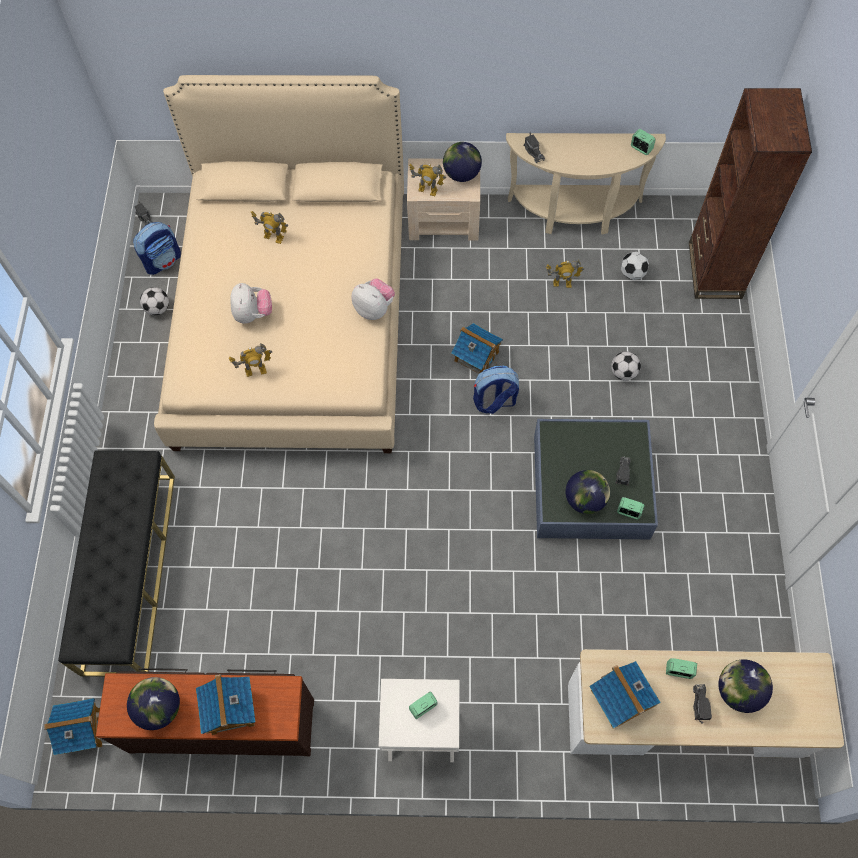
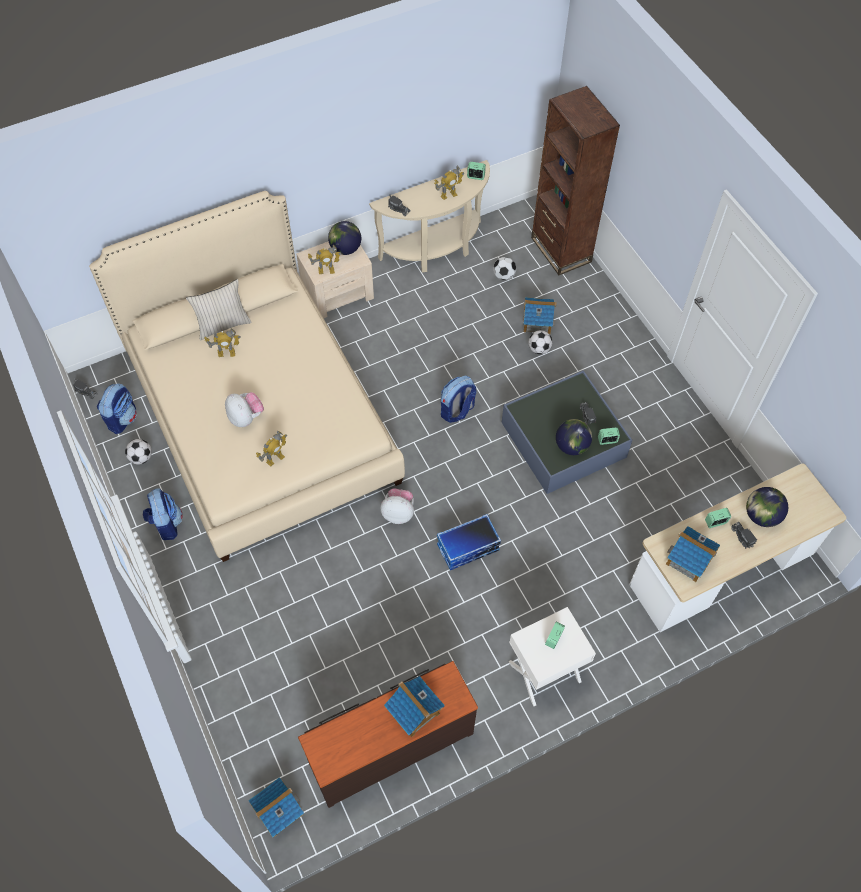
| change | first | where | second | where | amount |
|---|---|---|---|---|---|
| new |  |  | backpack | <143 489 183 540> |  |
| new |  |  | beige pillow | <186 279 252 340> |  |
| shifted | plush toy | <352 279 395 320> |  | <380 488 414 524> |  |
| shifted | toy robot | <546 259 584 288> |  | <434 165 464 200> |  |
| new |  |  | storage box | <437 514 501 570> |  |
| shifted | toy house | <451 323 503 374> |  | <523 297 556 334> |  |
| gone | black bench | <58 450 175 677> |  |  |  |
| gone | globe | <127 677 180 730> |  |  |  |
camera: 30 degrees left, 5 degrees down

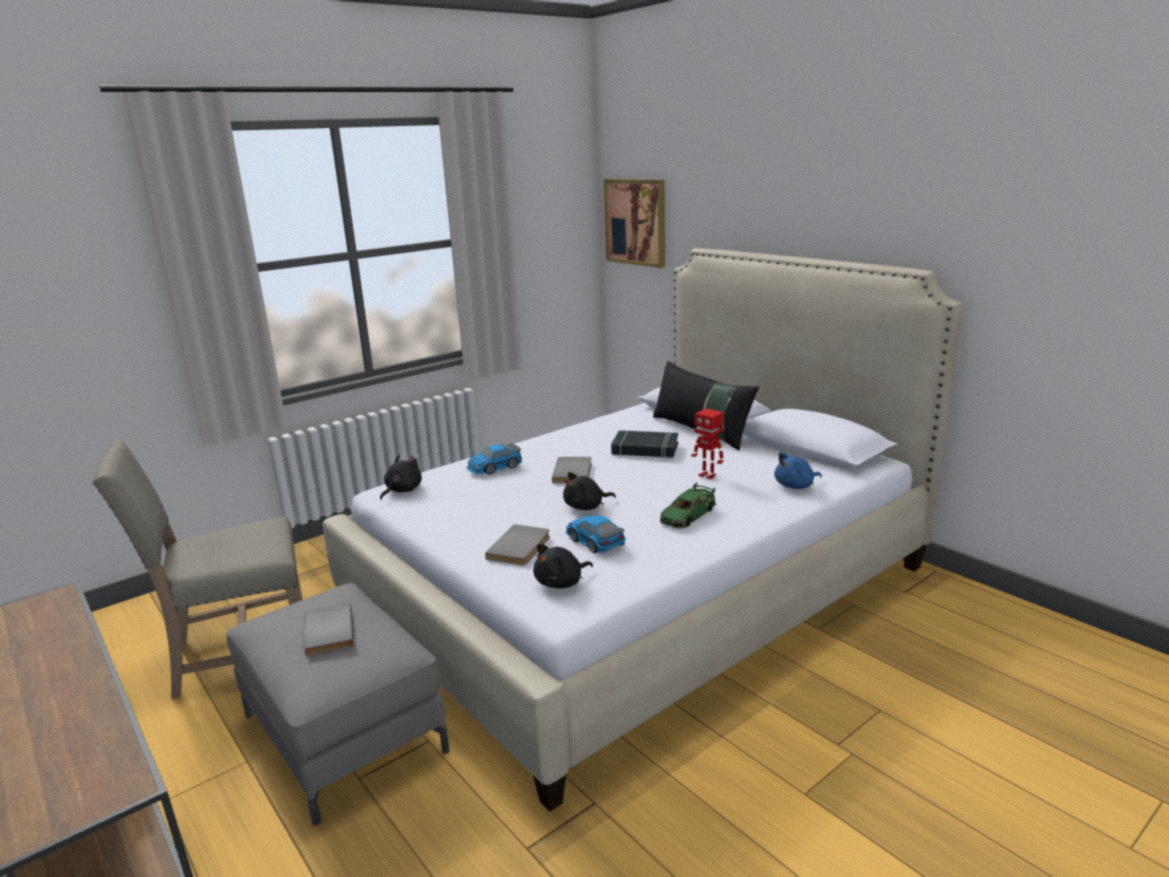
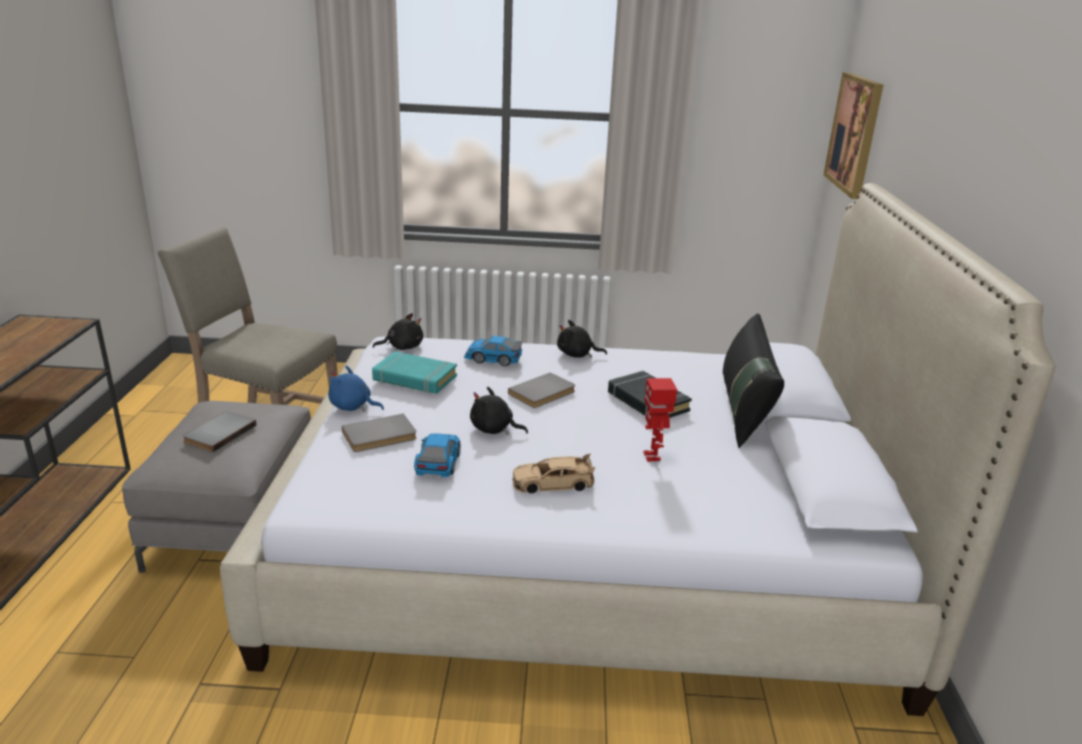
| change | first | where | second | where | amount |
|---|---|---|---|---|---|
| shifted | blue plush toy | <774 452 822 489> |  | <328 365 384 412> |  |
| new |  |  | turquoise book | <372 351 457 394> |  |
| repainted | green toy car | <660 482 716 529> | beige toy car | <512 454 596 493> |  |
| shifted | black plush toy | <533 543 593 588> |  | <557 320 607 358> |  |
camera: 40 degrees right, 5 degrees up

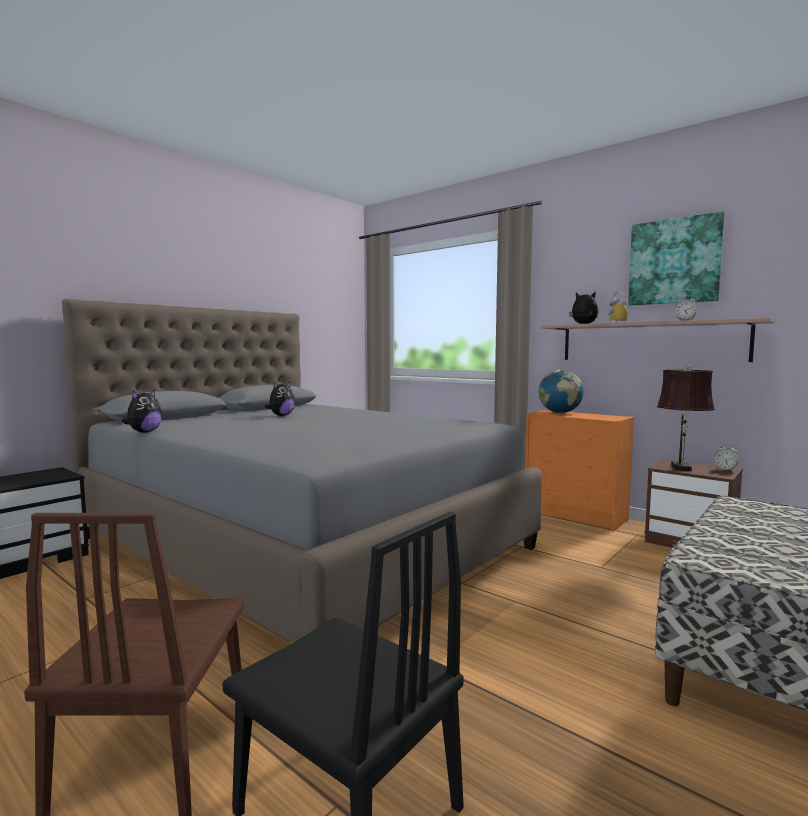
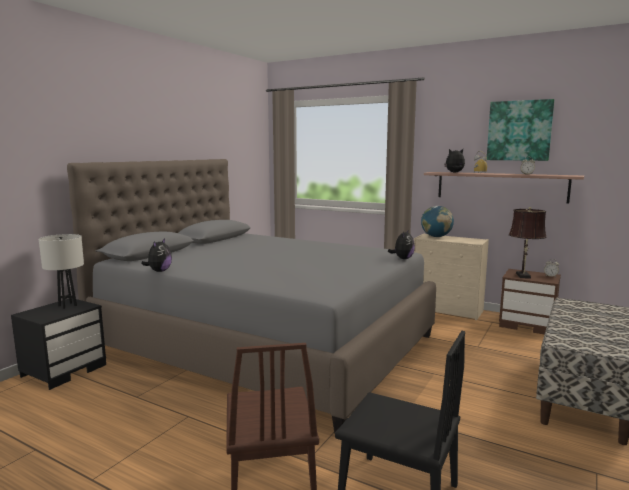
| change | first | where | second | where | amount |
|---|---|---|---|---|---|
| new |  |  | white table lamp | <39 234 84 309> |  |
| shifted | plush toy | <265 382 295 416> |  | <388 229 415 259> |  |
| repainted | orange dresser | <525 410 634 531> | beige dresser | <414 234 489 320> |  |
camera: 10 degrees left, 5 degrees up

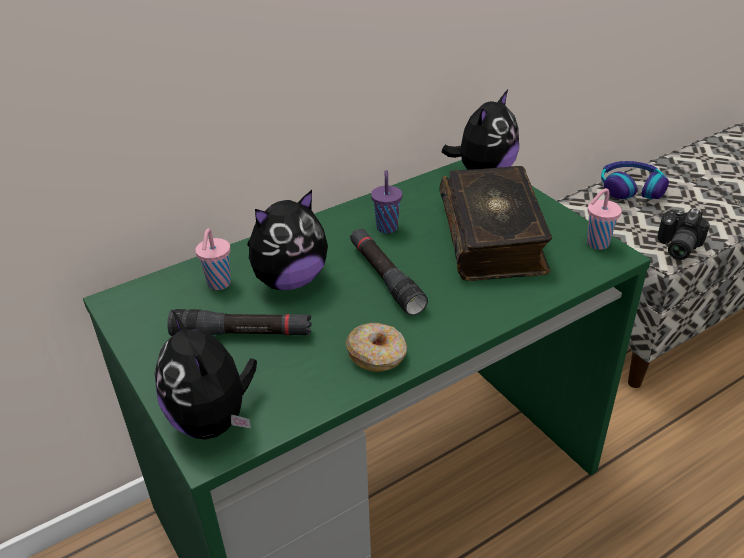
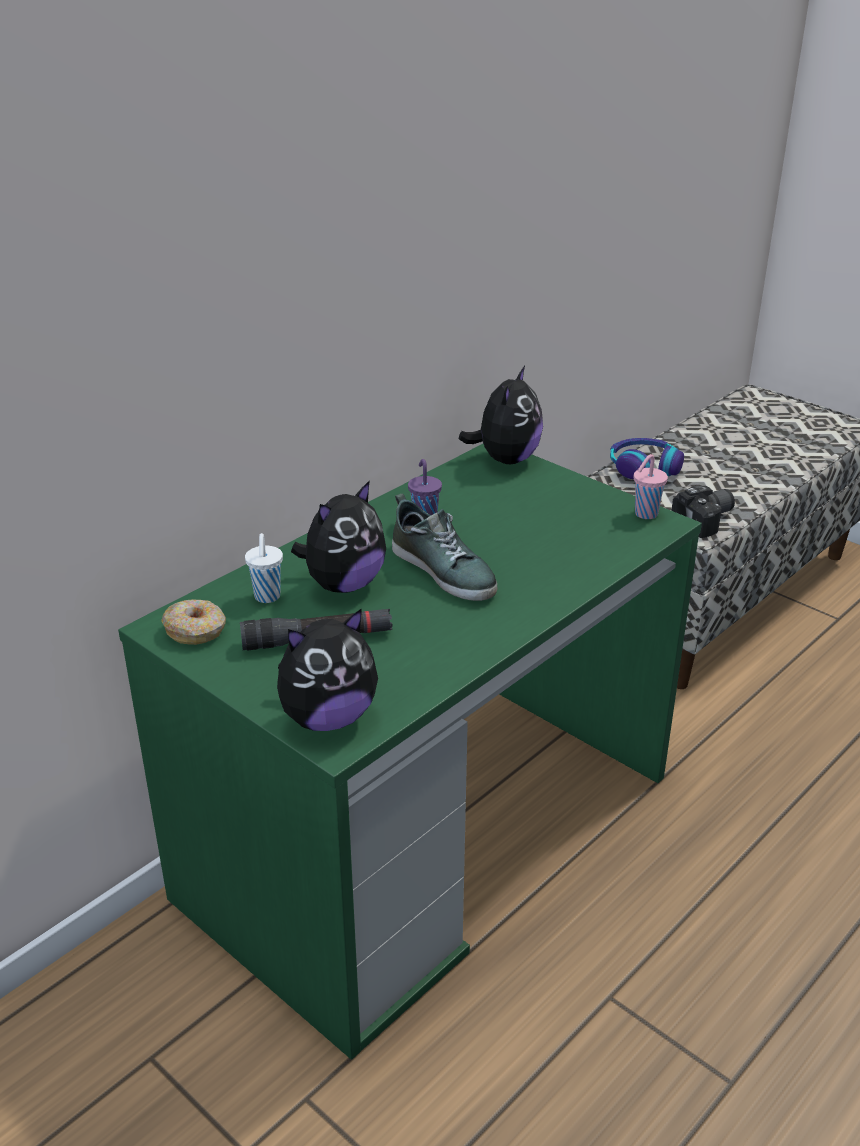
| change | first | where | second | where | amount |
|---|---|---|---|---|---|
| shifted | donut | <345 323 407 372> |  | <161 599 226 645> |  |
| repainted | pink cup | <195 228 231 290> | white cup | <245 533 283 603> |  |
| rotated | plush toy | <155 310 257 439> |  | <277 608 378 731> | 75 degrees counterclockwise |
| swapped | black flashlight | <350 229 428 315> | shoe | <392 494 497 601> |  |
| rotated | photo camera | <657 209 710 260> |  | <671 486 735 538> | 135 degrees counterclockwise |
| gone | book | <440 166 552 281> |  |  |  |
camera: 15 degrees left, 5 degrees down

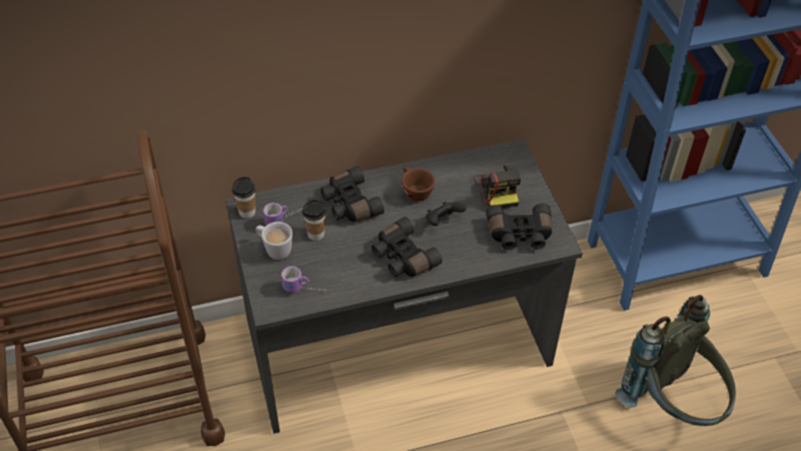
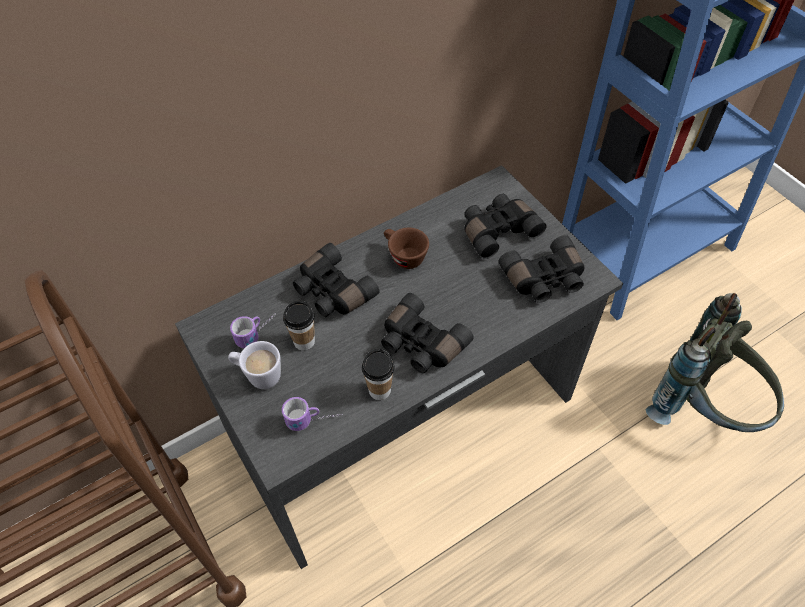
| change | first | where | second | where | amount |
|---|---|---|---|---|---|
| shifted | cup | <232 177 256 218> |  | <362 349 394 400> |  |
| swapped | photo camera | <474 163 521 209> | black binoculars | <464 194 547 259> |  |
| gone | black game controller | <426 202 466 226> |  |  |  |
camera: 15 degrees left, 5 degrees up

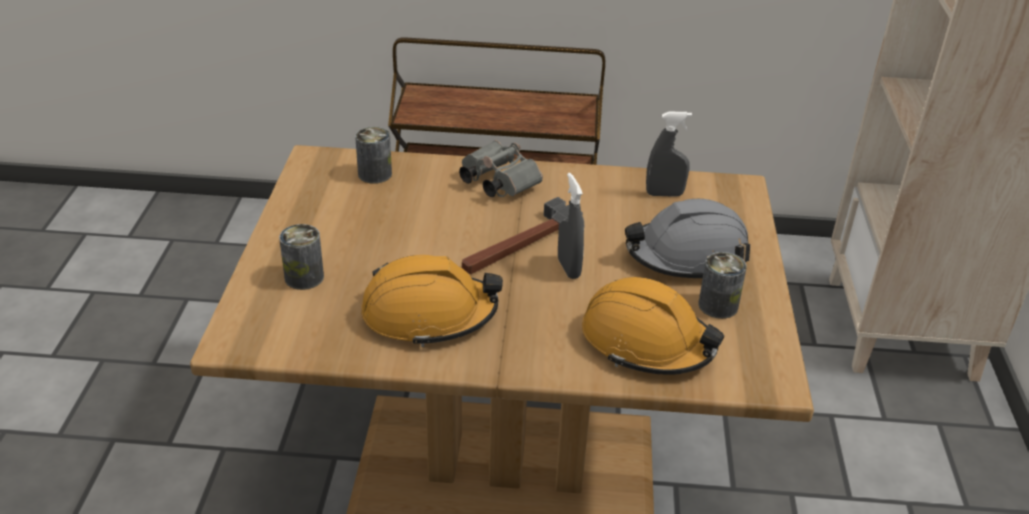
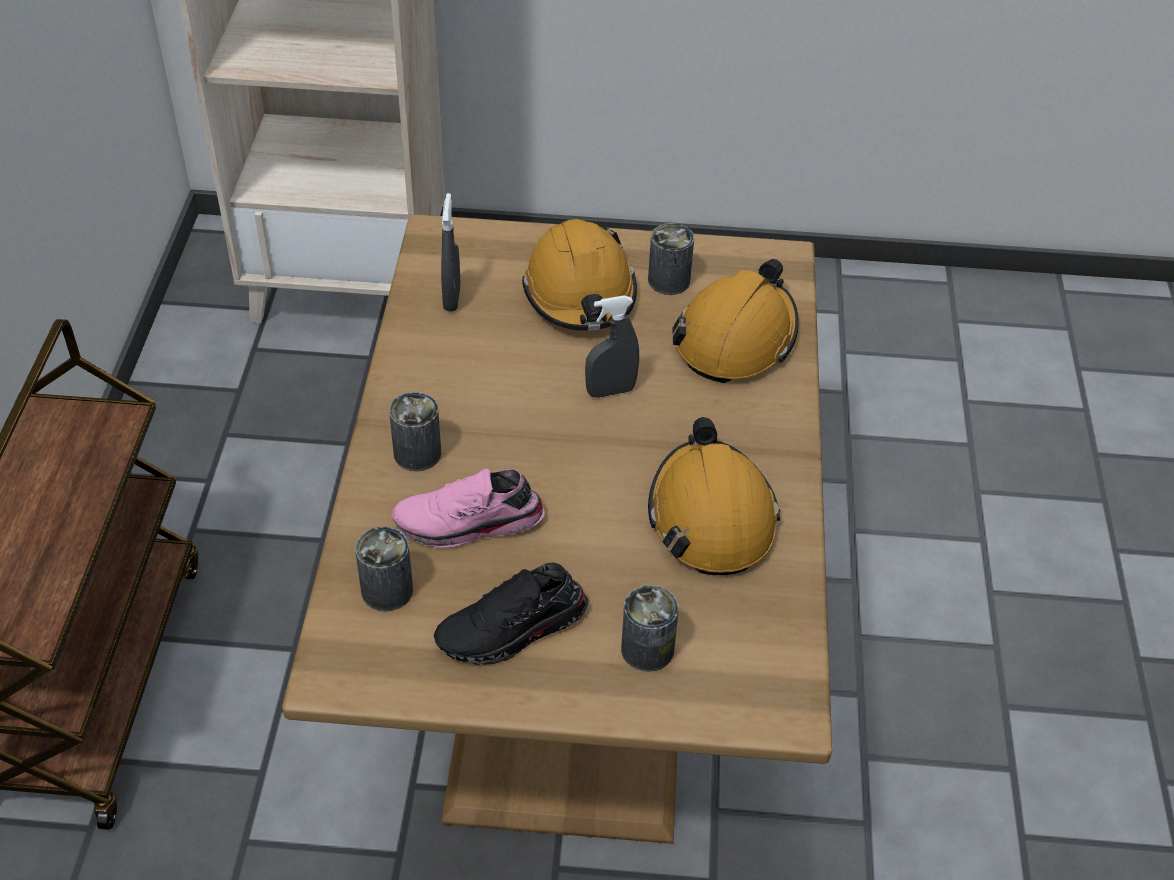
| change | first | where | second | where | amount |
|---|---|---|---|---|---|
| swapped | grey binoculars | <459 140 543 197> | can | <389 392 441 471> |  |
| new |  |  | pink shoe | <392 469 545 548> |  |
| new |  |  | black shoe | <434 563 588 665> |  |
| repainted | grey hard hat | <625 199 750 278> | orange hard hat | <522 219 637 331> |  |
| gone | hammer | <462 197 584 274> |  |  |  |
camera: 90 degrees left, 10 degrees up

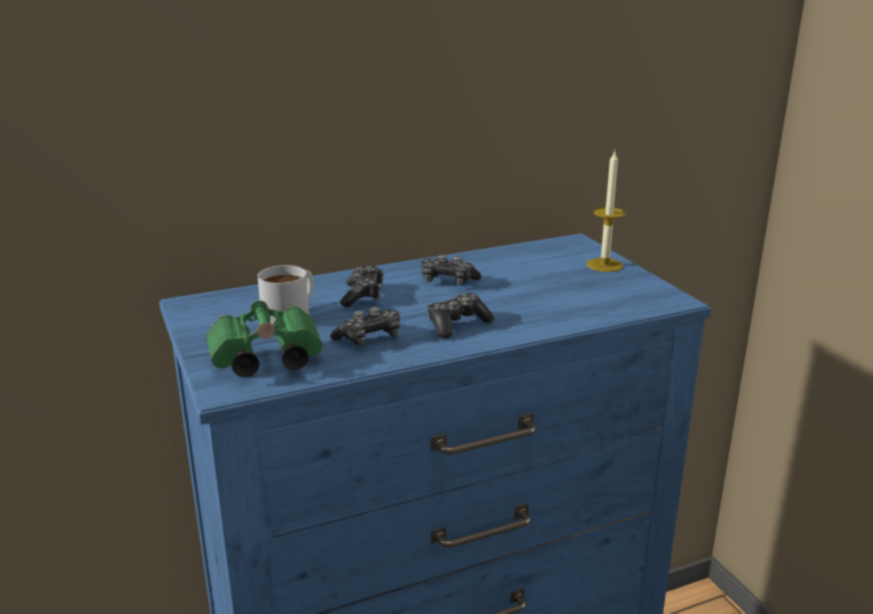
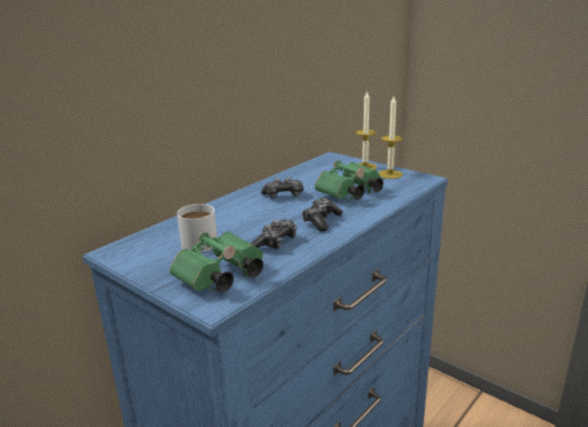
| change | first | where | second | where | amount |
|---|---|---|---|---|---|
| new |  |  | green binoculars | <315 160 383 201> |  |
| new |  |  | candle | <379 96 403 179> |  |
| gone | game controller | <340 265 384 307> |  |  |  |
camera: 25 degrees left, 0 degrees up

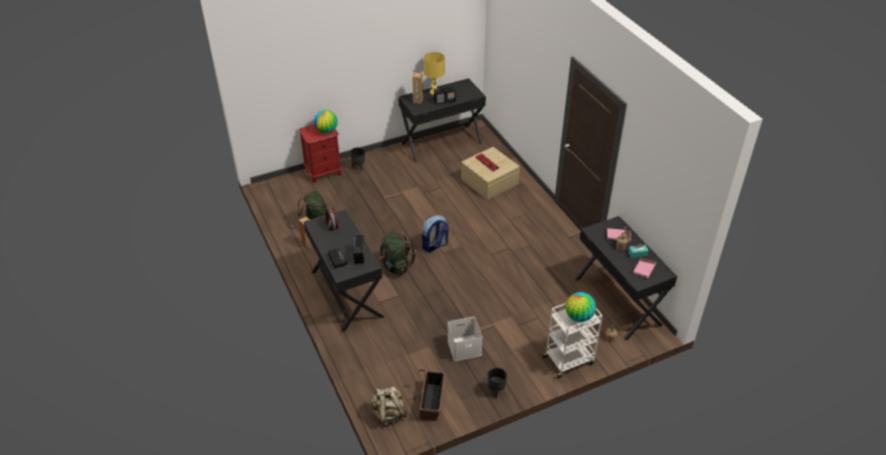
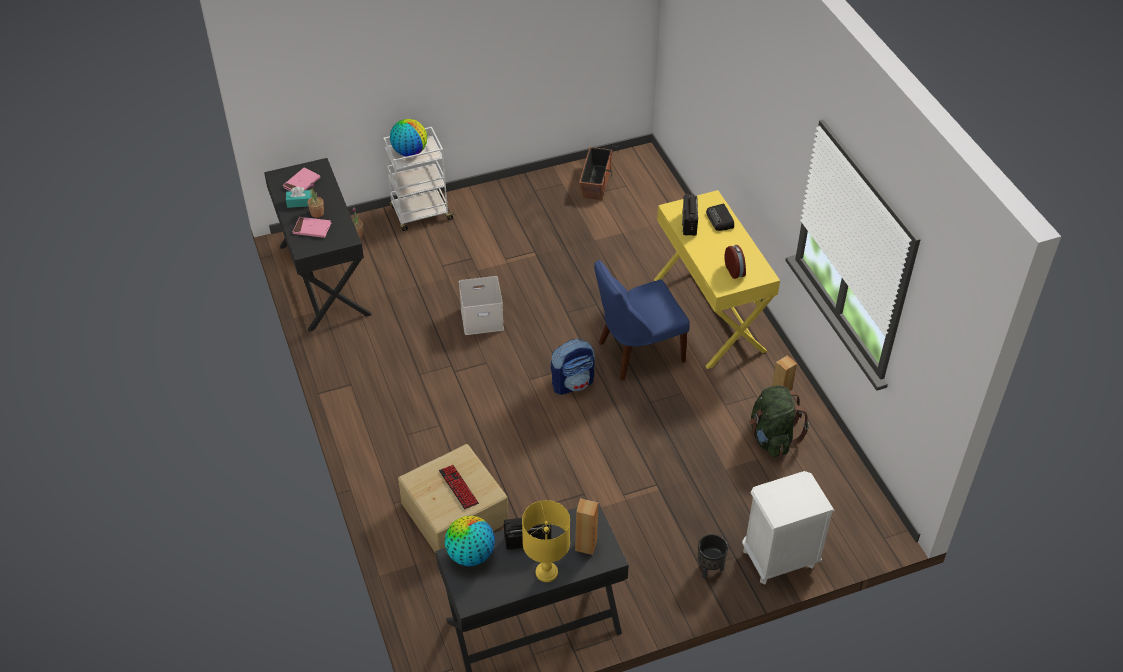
| change | first | where | second | where | amount |
|---|---|---|---|---|---|
| shifted | globe | <314 110 338 133> |  | <445 516 495 566> |  |
| shifted | white storage box | <448 317 482 361> |  | <459 276 504 335> |  |
| swapped | green backpack | <380 232 416 276> | blue chair | <594 260 690 381> |  |
| repainted | black desk | <304 209 384 332> | yellow desk | <654 190 780 369> |  |
| repainted | red nightstand | <299 125 342 183> | white nightstand | <742 471 835 584> |  |
| gone | beige backpack | <370 386 408 426> |  |  |  |
| gone | black planter | <488 368 507 398> |  |  |  |
camera: 175 degrees left, 5 degrees up

